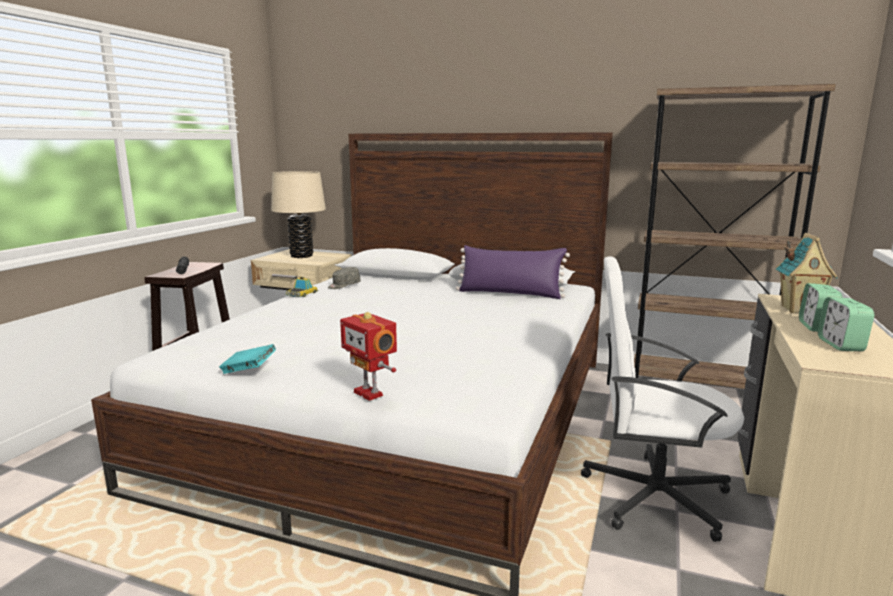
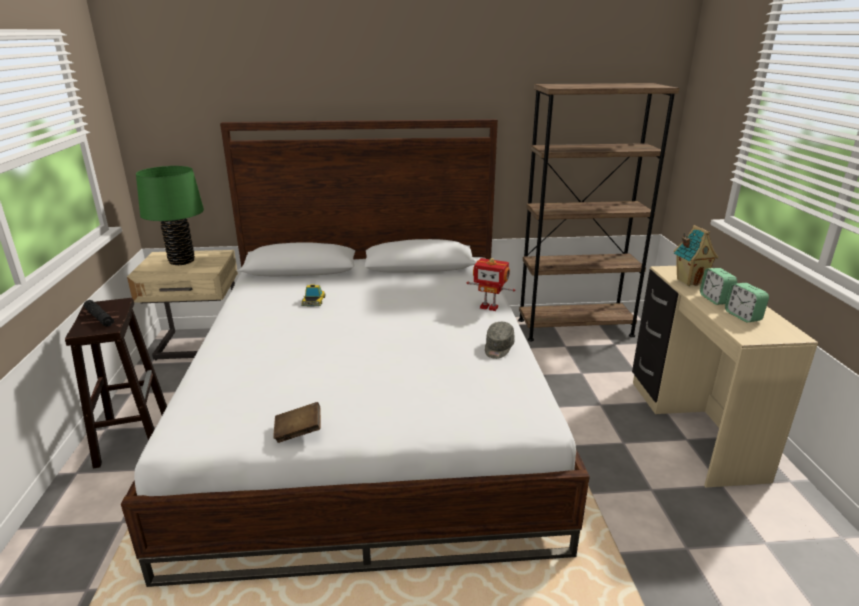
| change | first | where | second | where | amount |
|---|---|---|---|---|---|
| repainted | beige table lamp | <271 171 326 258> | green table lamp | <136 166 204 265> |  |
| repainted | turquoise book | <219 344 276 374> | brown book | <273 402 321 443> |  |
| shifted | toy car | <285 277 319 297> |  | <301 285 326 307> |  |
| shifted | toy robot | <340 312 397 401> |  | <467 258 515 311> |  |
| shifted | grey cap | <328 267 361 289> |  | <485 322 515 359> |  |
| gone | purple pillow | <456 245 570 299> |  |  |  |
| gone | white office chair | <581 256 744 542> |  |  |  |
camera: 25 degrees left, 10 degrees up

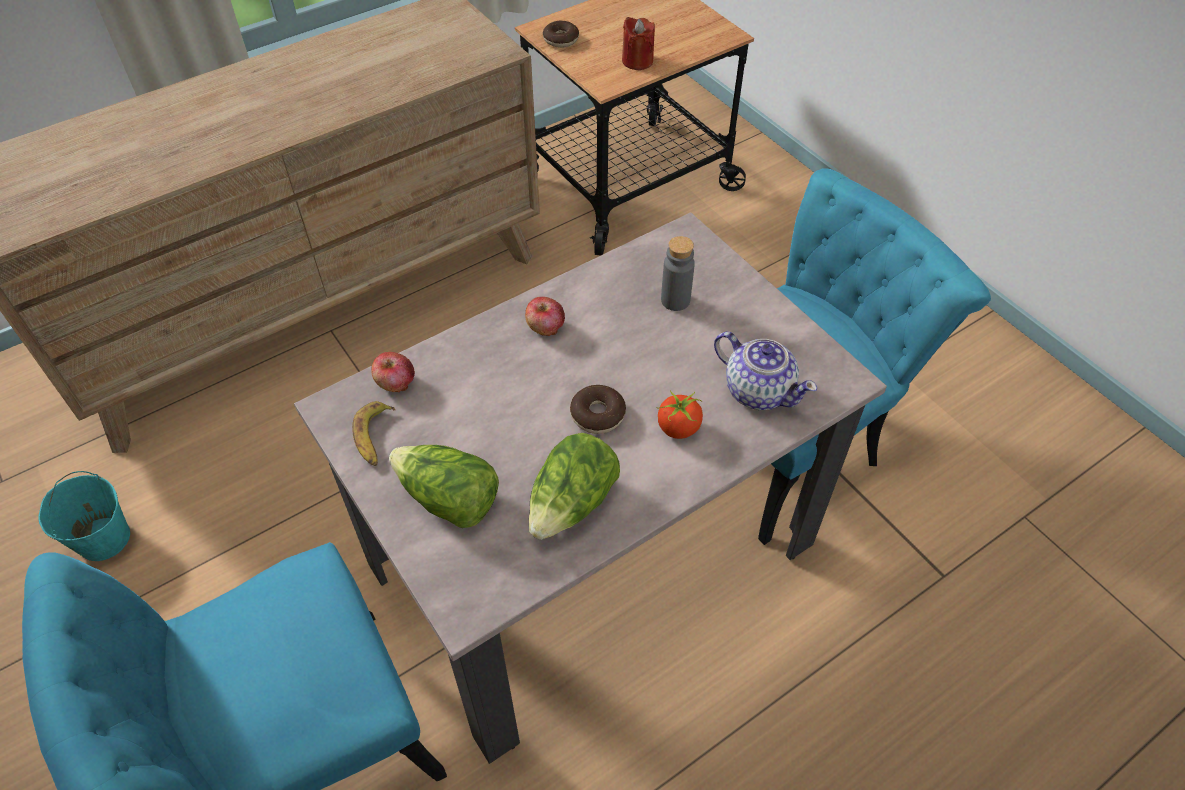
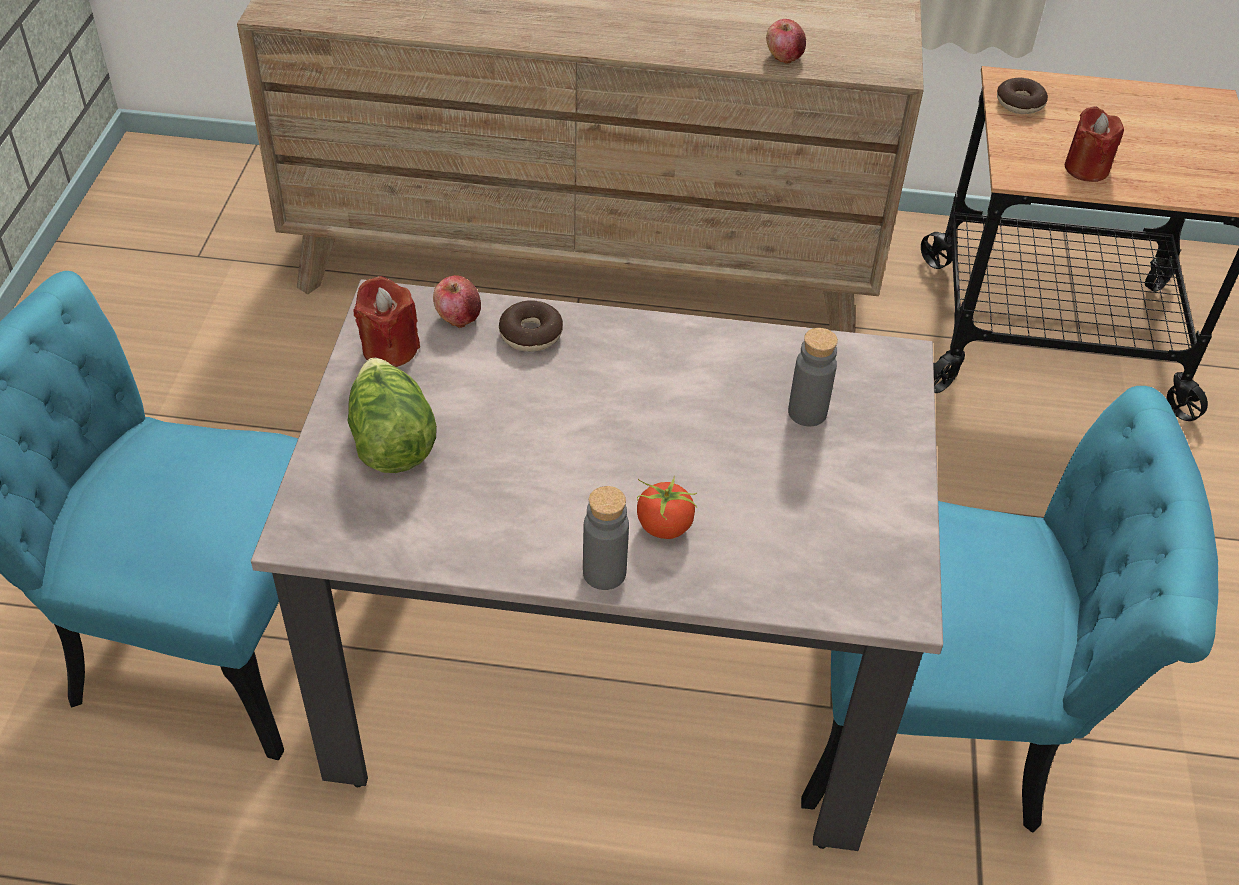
| change | first | where | second | where | amount |
|---|---|---|---|---|---|
| swapped | banana | <352 401 396 466> | red candle | <354 276 420 367> |  |
| shifted | donut | <570 385 626 434> |  | <499 300 563 352> |  |
| new |  |  | grey bottle | <583 486 629 590> |  |
| shifted | apple | <525 297 565 336> |  | <766 19 806 64> |  |
| gone | turquoise bucket | <38 471 130 561> |  |  |  |
| gone | lettuce | <529 433 620 540> |  |  |  |
| gone | teapot | <714 332 817 410> |  |  |  |
camera: 40 degrees right, 5 degrees down

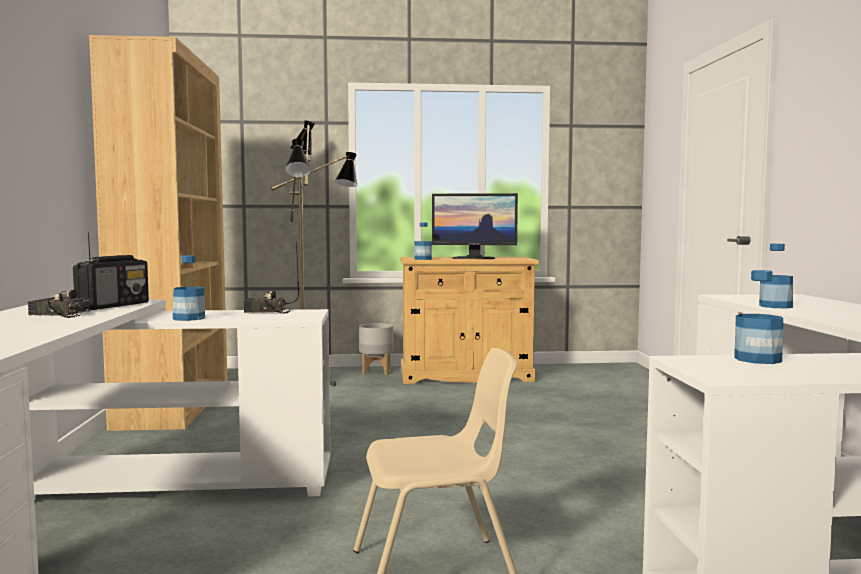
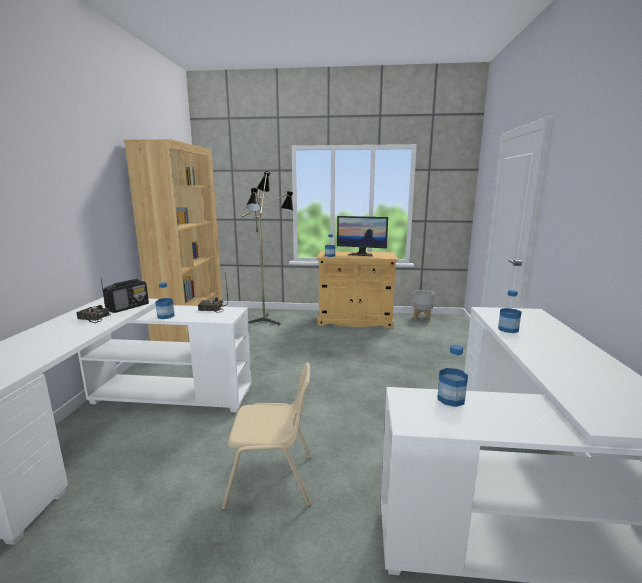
| change | first | where | second | where | amount |
|---|---|---|---|---|---|
| shifted | grey planter | <359 323 393 375> |  | <413 290 434 321> |  |
camera: 10 degrees right, 10 degrees up

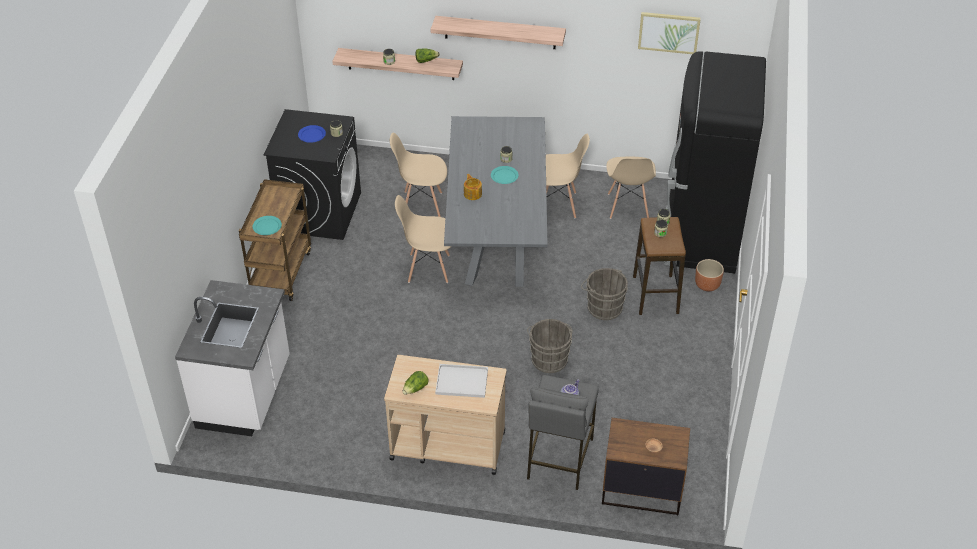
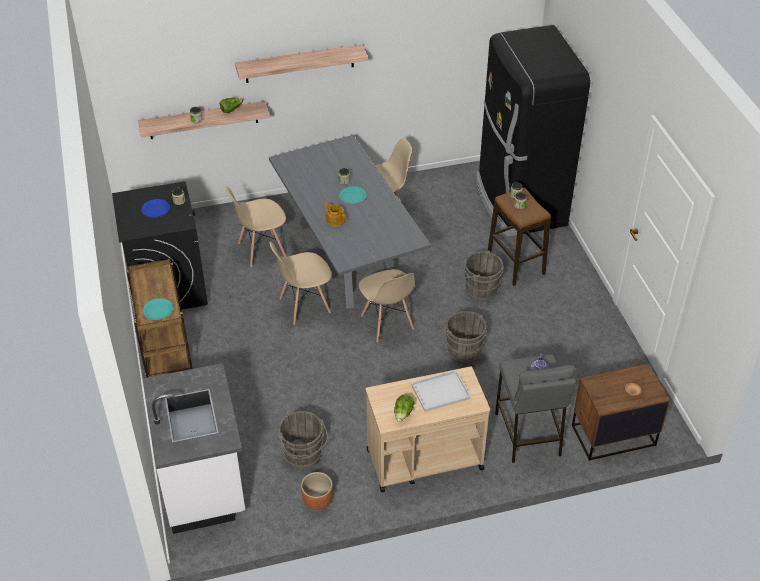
| change | first | where | second | where | amount |
|---|---|---|---|---|---|
| new |  |  | grey bucket | <278 411 328 468> |  |
| shifted | brown planter | <695 259 724 291> |  | <301 472 333 510> |  |
| shifted | beige chair | <606 157 656 219> |  | <359 269 415 342> |  |
| gone | picture | <638 12 701 54> |  |  |  |
camera: 25 degrees left, 0 degrees up

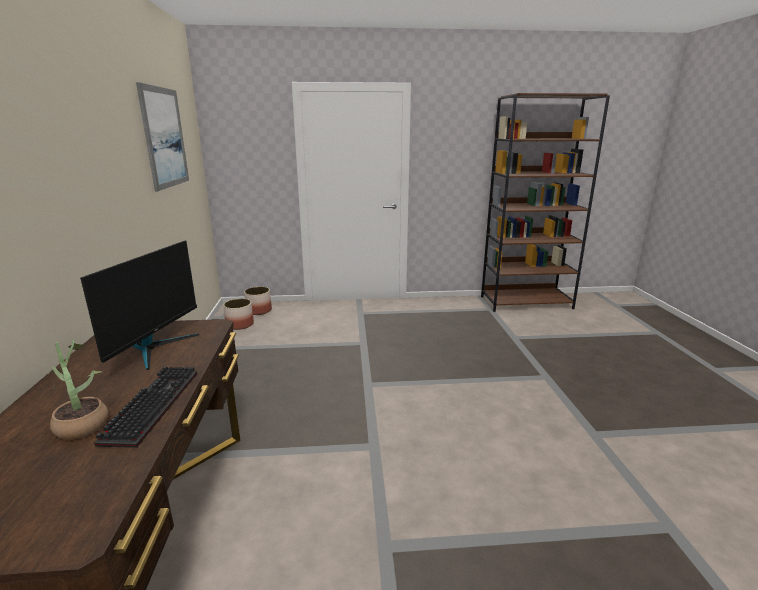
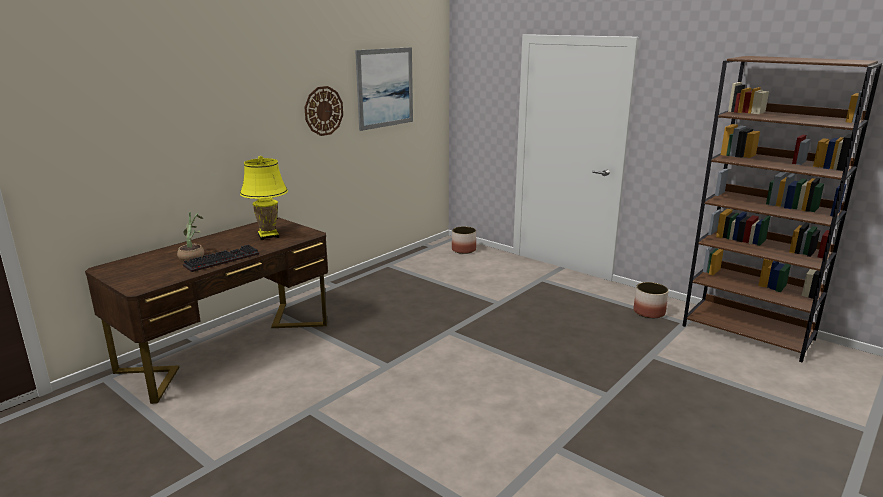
| change | first | where | second | where | amount |
|---|---|---|---|---|---|
| swapped | monitor | <80 240 200 370> | yellow table lamp | <240 156 288 240> |  |
| new |  |  | wall clock | <304 86 343 136> |  |
| shifted | planter | <223 299 254 330> |  | <633 282 669 318> |  |
camera: 45 degrees right, 0 degrees up

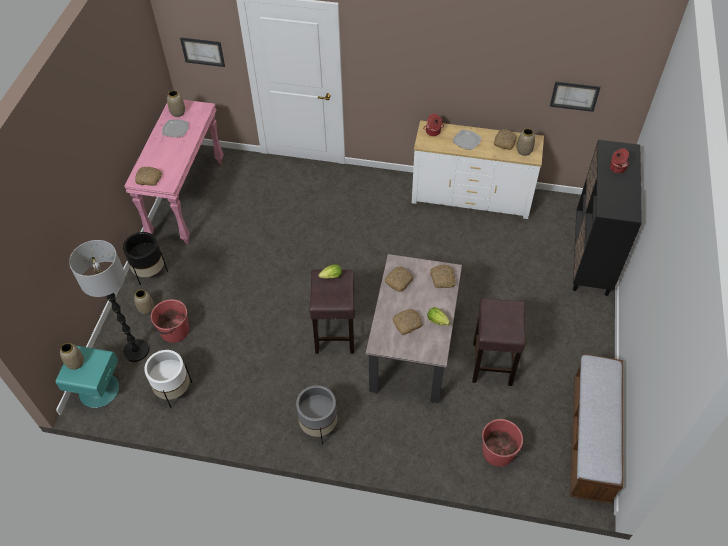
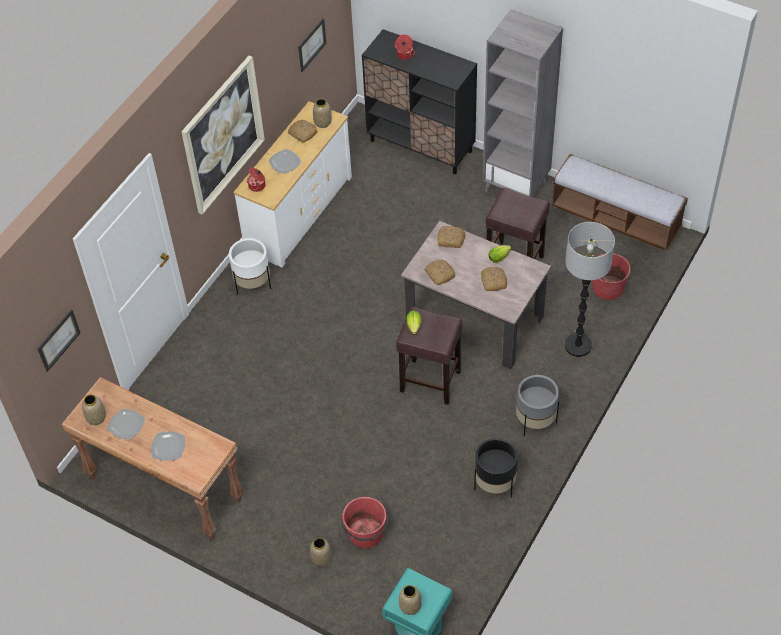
| change | first | where | second | where | amount |
|---|---|---|---|---|---|
| repainted | pink console table | <124 100 224 245> | brown console table | <62 377 244 540> |  |
| new |  |  | plate | <151 431 185 461> |  |
| new |  |  | picture | <181 56 265 215> |  |
| shifted | white planter | <144 350 192 408> |  | <229 238 271 295> |  |
| shifted | black planter | <123 232 168 285> |  | <474 438 518 498> |  |
| new |  |  | grey bookcase | <483 9 563 197> |  |
| shifted | floor lamp | <69 240 149 362> |  | <565 222 615 357> |  |
| gone | bread | <135 166 162 186> |  |  |  |
camera: 70 degrees left, 0 degrees up

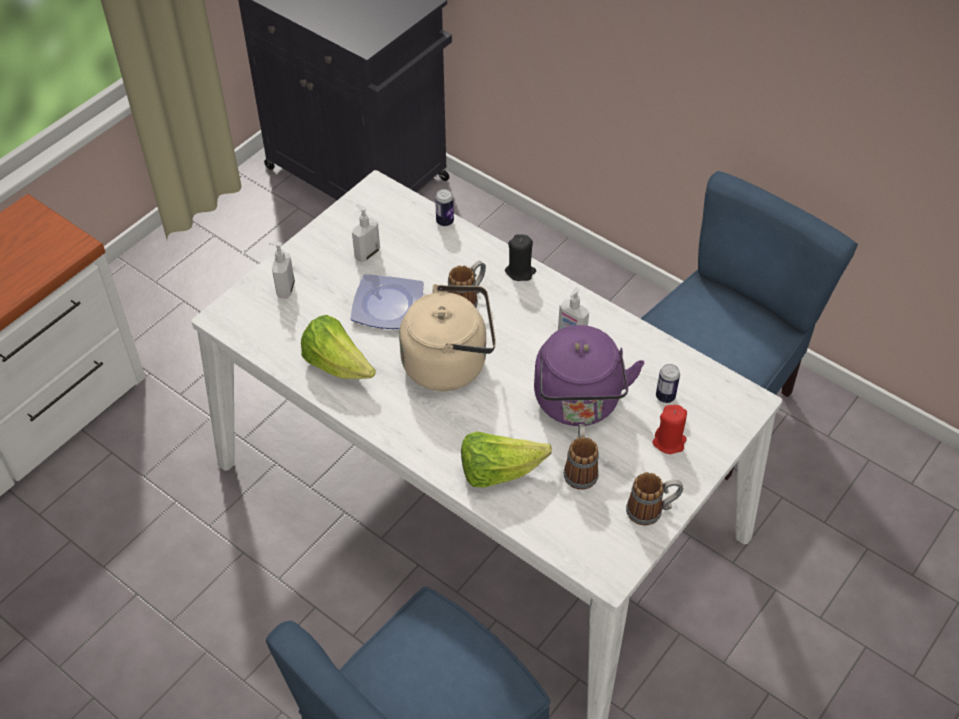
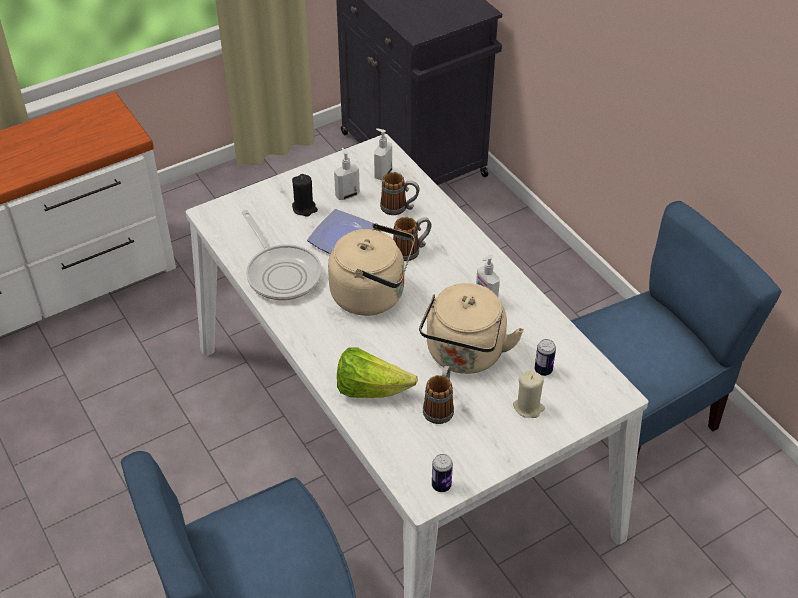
| change | first | where | second | where | amount |
|---|---|---|---|---|---|
| swapped | lettuce | <301 315 376 379> | frying pan | <242 210 322 301> |  |
| shifted | black candle | <505 234 536 281> |  | <292 174 318 216> |  |
| shifted | soap dispenser | <269 242 295 298> |  | <374 128 392 180> |  |
| shifted | mug | <626 472 683 526> |  | <380 172 420 215> |  |
| repainted | purple kettle | <534 325 644 426> | beige kettle | <419 283 524 374> |  |
| shifted | can | <435 189 454 226> |  | <432 454 453 492> |  |
| repainted | red candle | <653 405 687 454> | beige candle | <513 371 545 418> |  |
camera: 20 degrees right, 5 degrees down

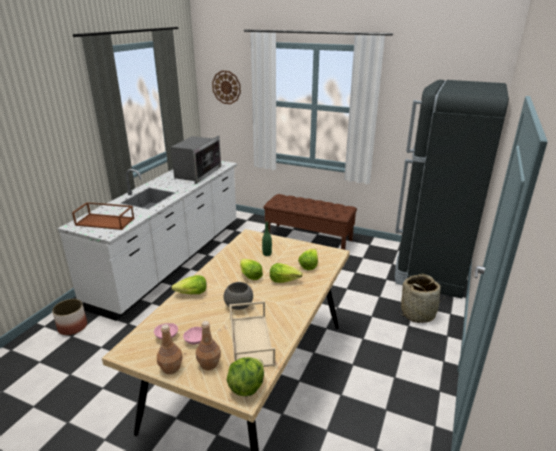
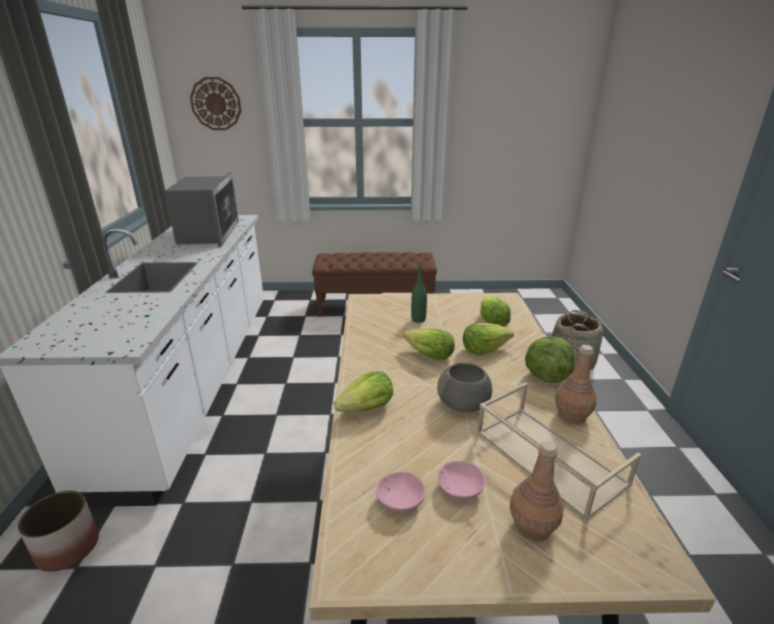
| change | first | where | second | where | amount |
|---|---|---|---|---|---|
| shifted | lettuce | <227 357 264 396> |  | <525 336 575 383> |  |
| shifted | brown bottle | <157 324 183 374> |  | <555 345 597 424> |  |
| gone | brown tray | <72 202 135 230> |  |  |  |
| gone | black fridge | <395 80 509 299> |  |  |  |
camera: 25 degrees left, 0 degrees up

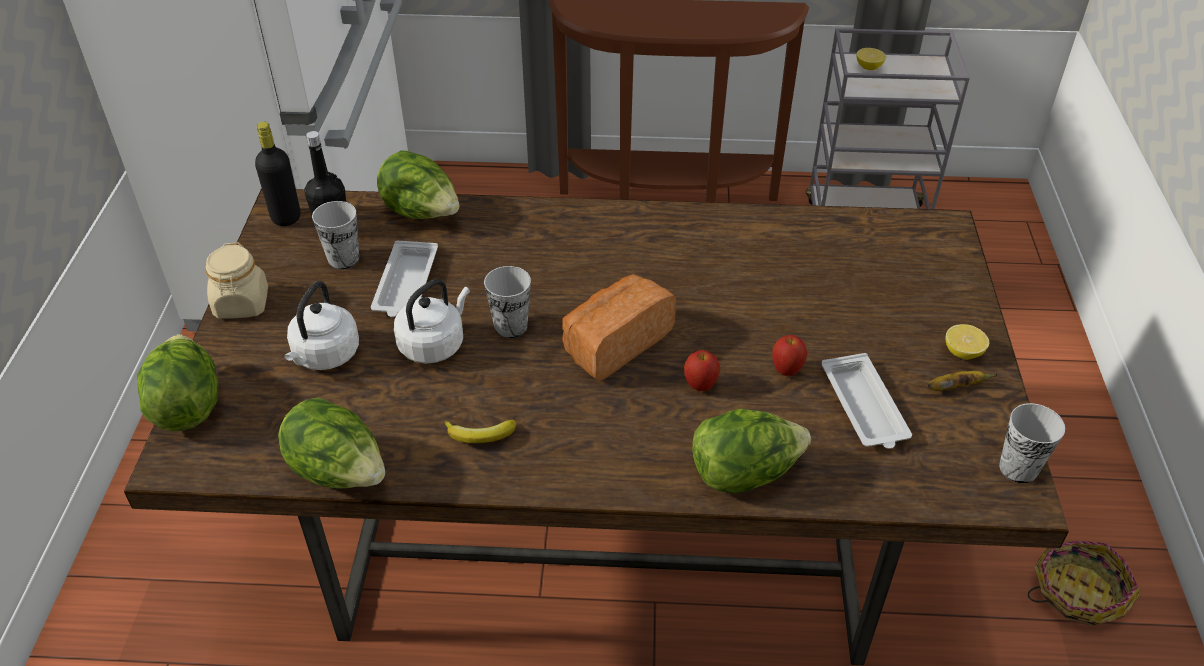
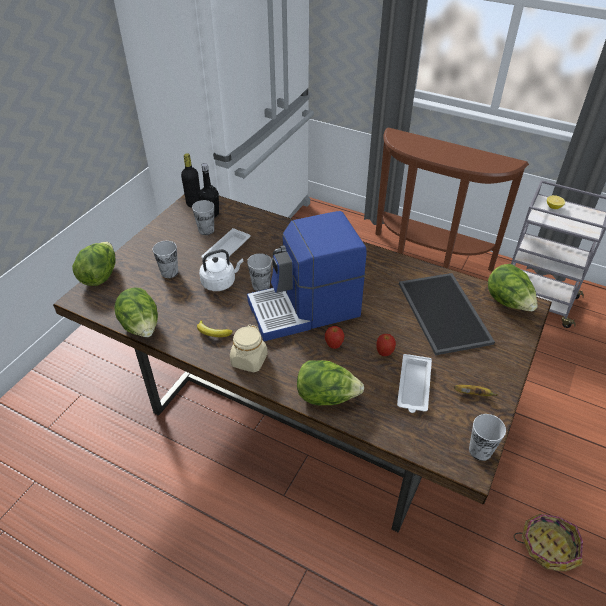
| change | first | where | second | where | amount |
|---|---|---|---|---|---|
| swapped | white kettle | <284 281 359 370> | cup | <152 241 178 278> |  |
| shifted | beige jar | <206 243 268 319> |  | <230 324 268 372> |  |
| swapped | bread | <562 274 676 381> | coffee machine | <247 211 367 341> |  |
| new |  |  | tray | <399 273 495 355> |  |
| shifted | lettuce | <377 150 459 219> |  | <488 264 538 311> |  |
| gone | lemon | <945 324 989 360> |  |  |  |
camera: 25 degrees right, 0 degrees up

